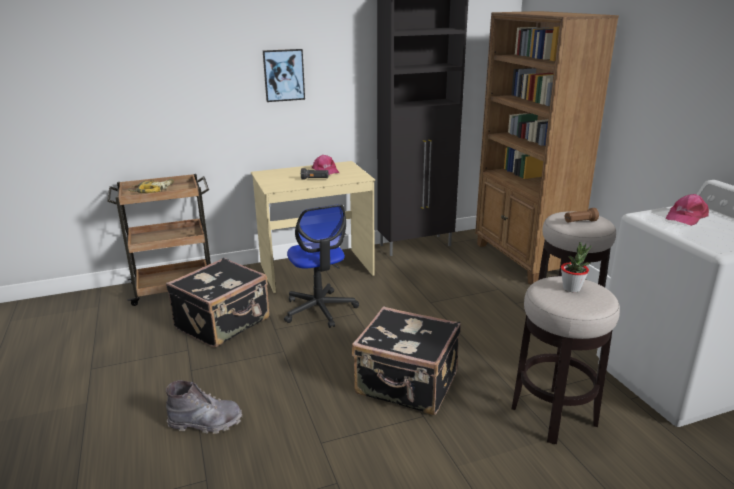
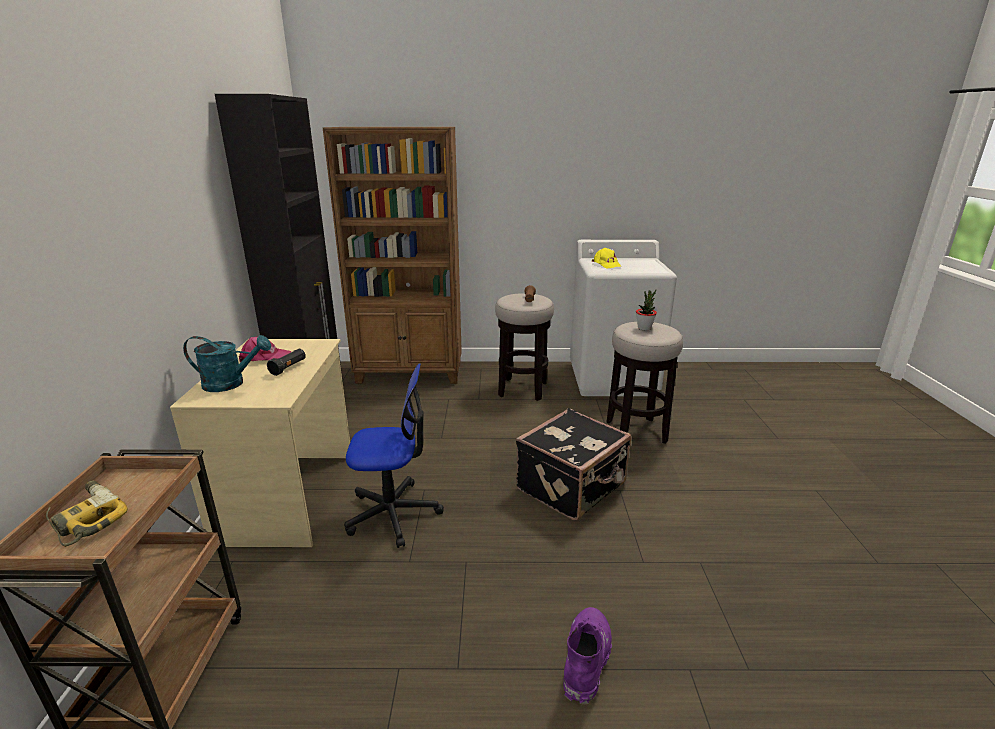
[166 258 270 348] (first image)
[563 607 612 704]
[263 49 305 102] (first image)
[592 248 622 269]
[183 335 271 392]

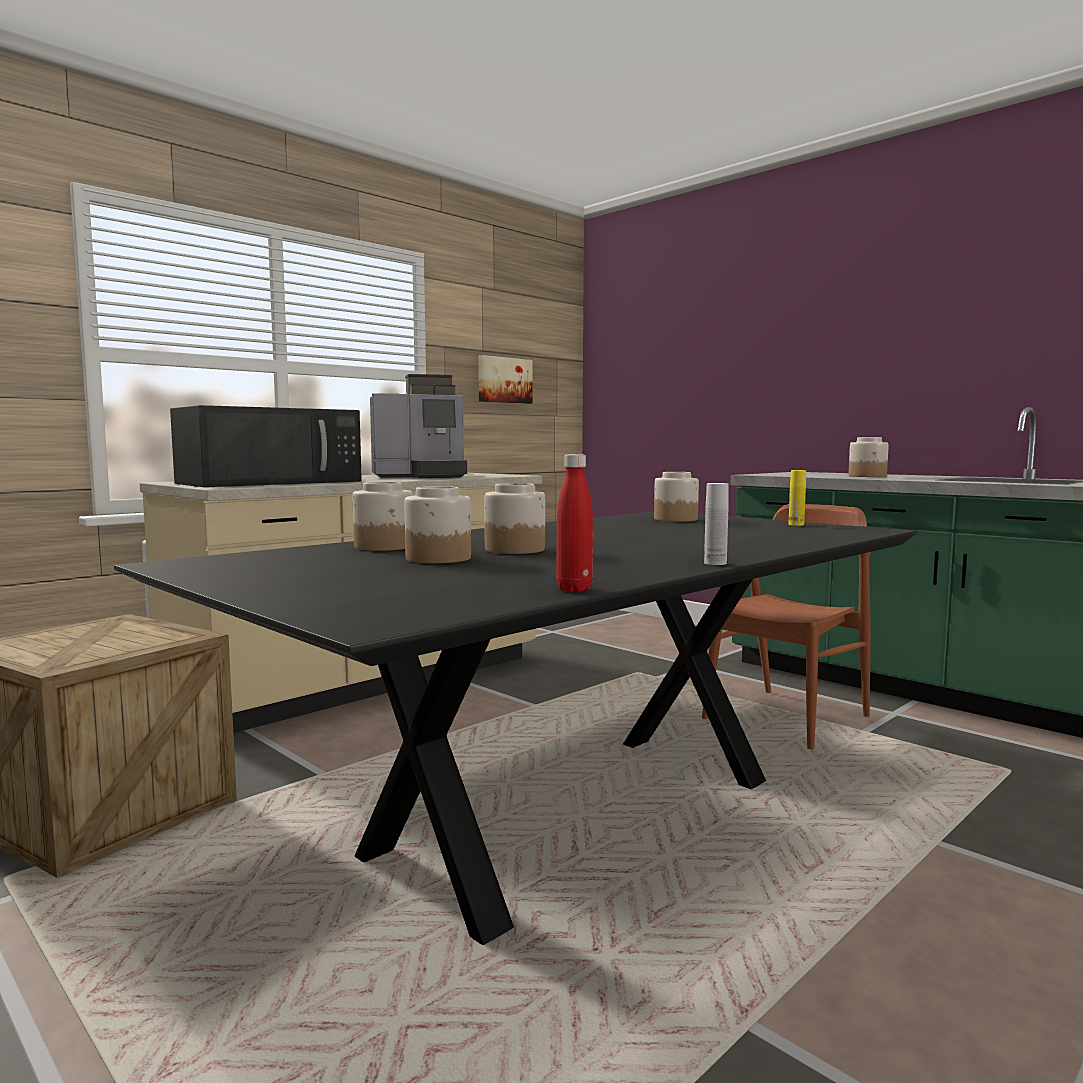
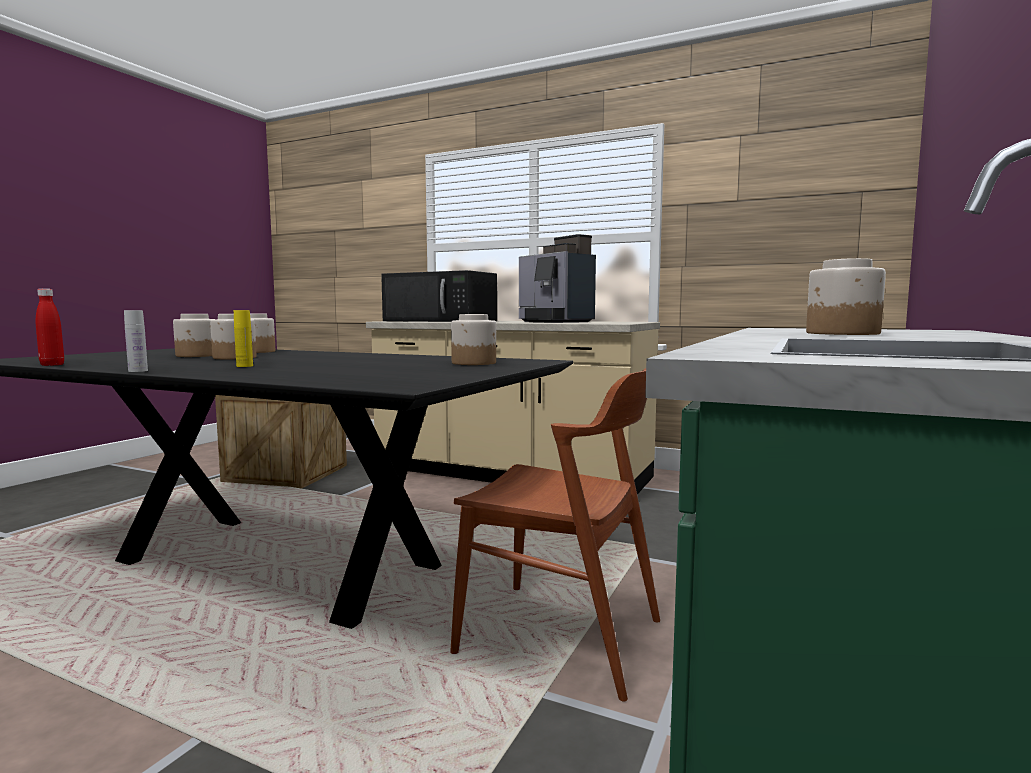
[478 355 532 404] (first image)
[234 310 253 367]

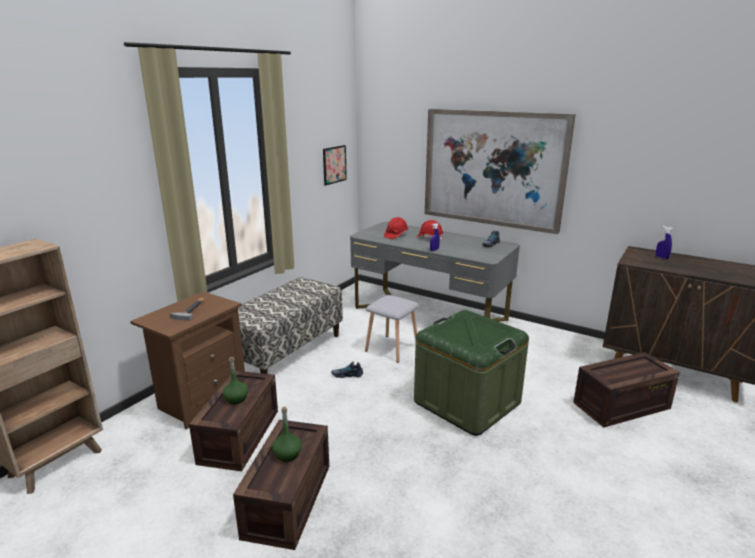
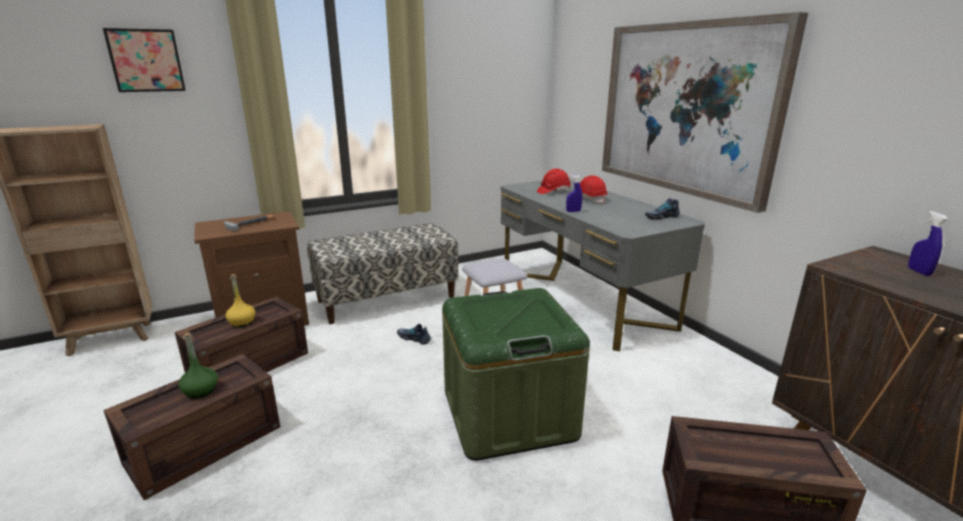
[225 274 255 327]
[103 28 186 92]

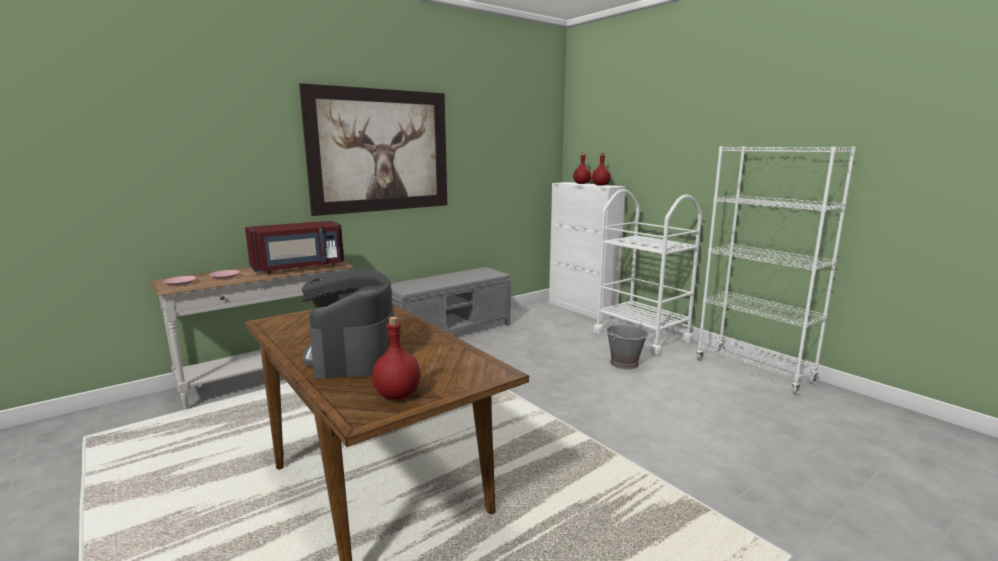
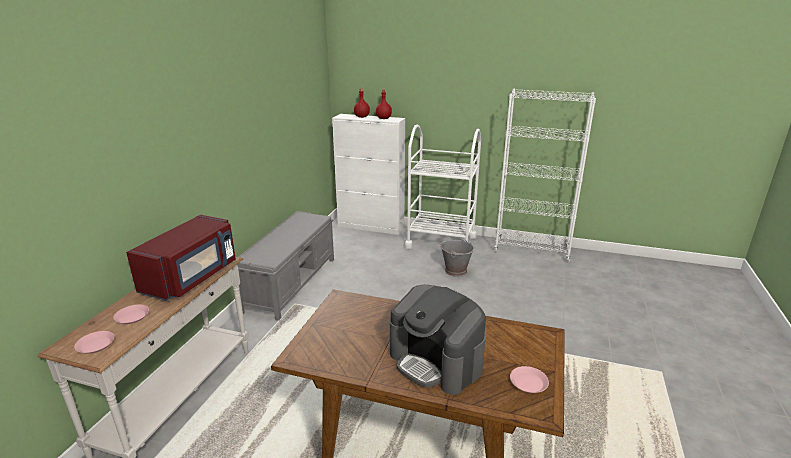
[299 83 447 216] (first image)
[510 366 549 393]

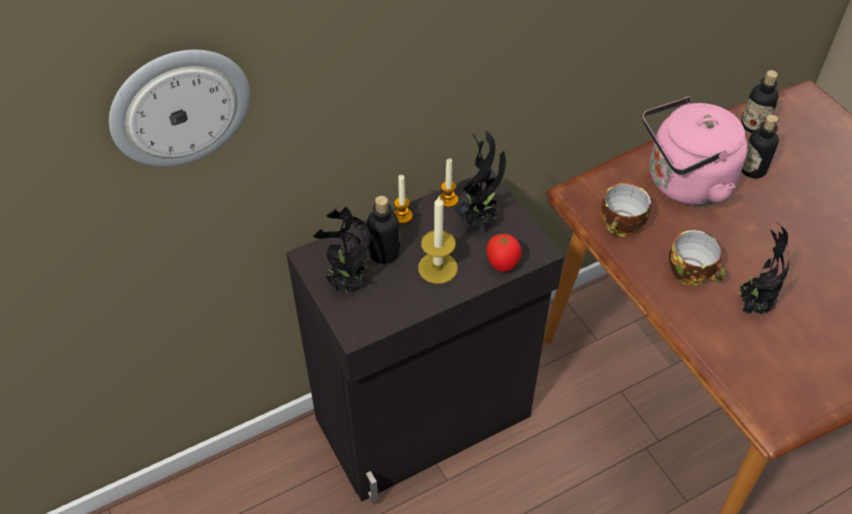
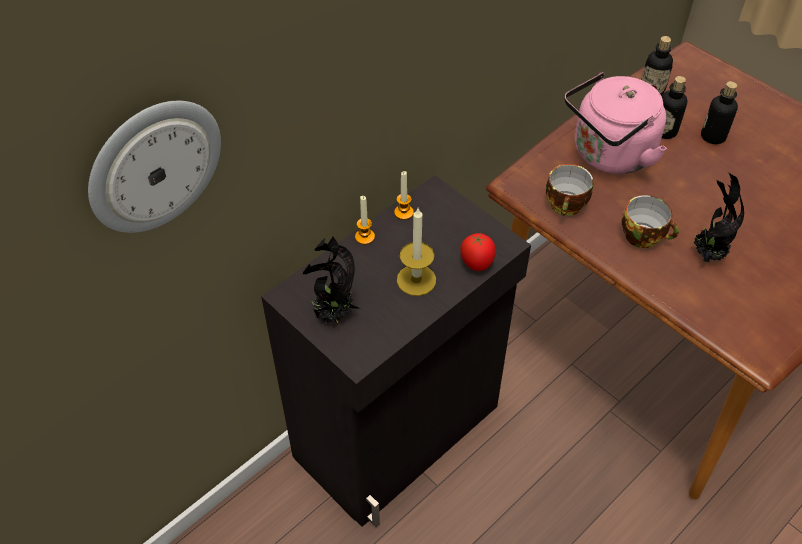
[701 81 738 144]
[454 131 506 230] (first image)

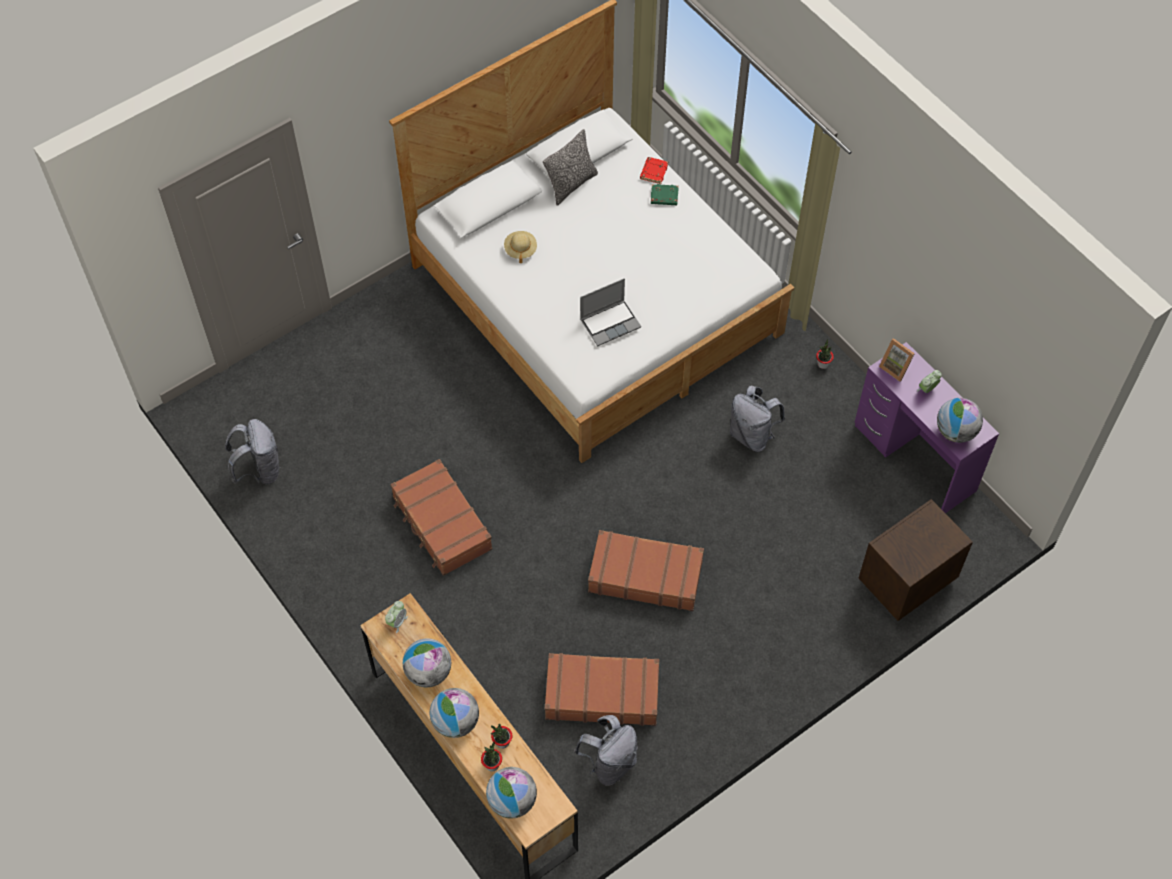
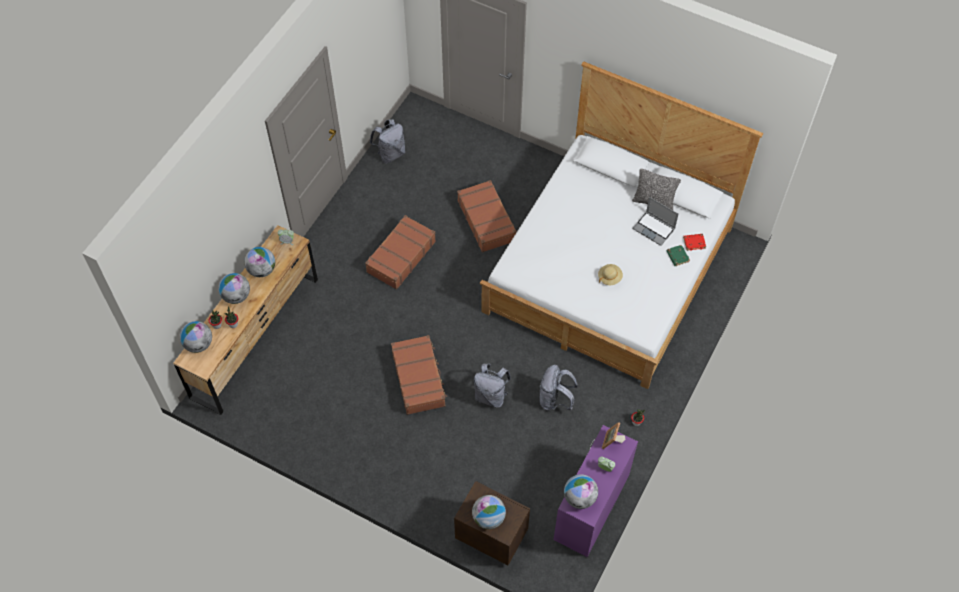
[598 264 623 285]
[457 180 517 253]
[474 364 511 408]
[632 197 679 246]
[472 495 506 529]

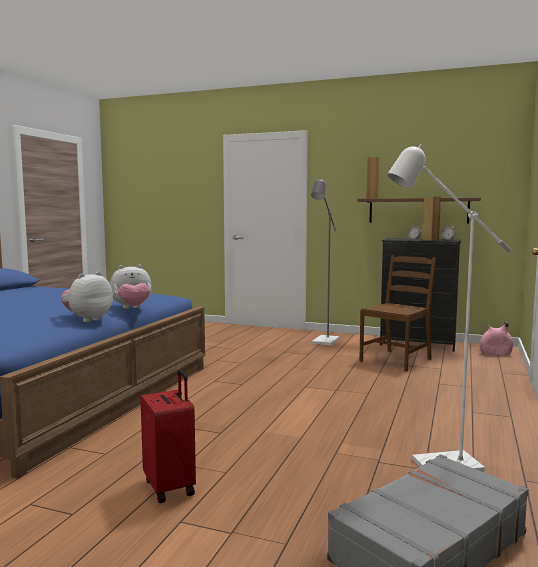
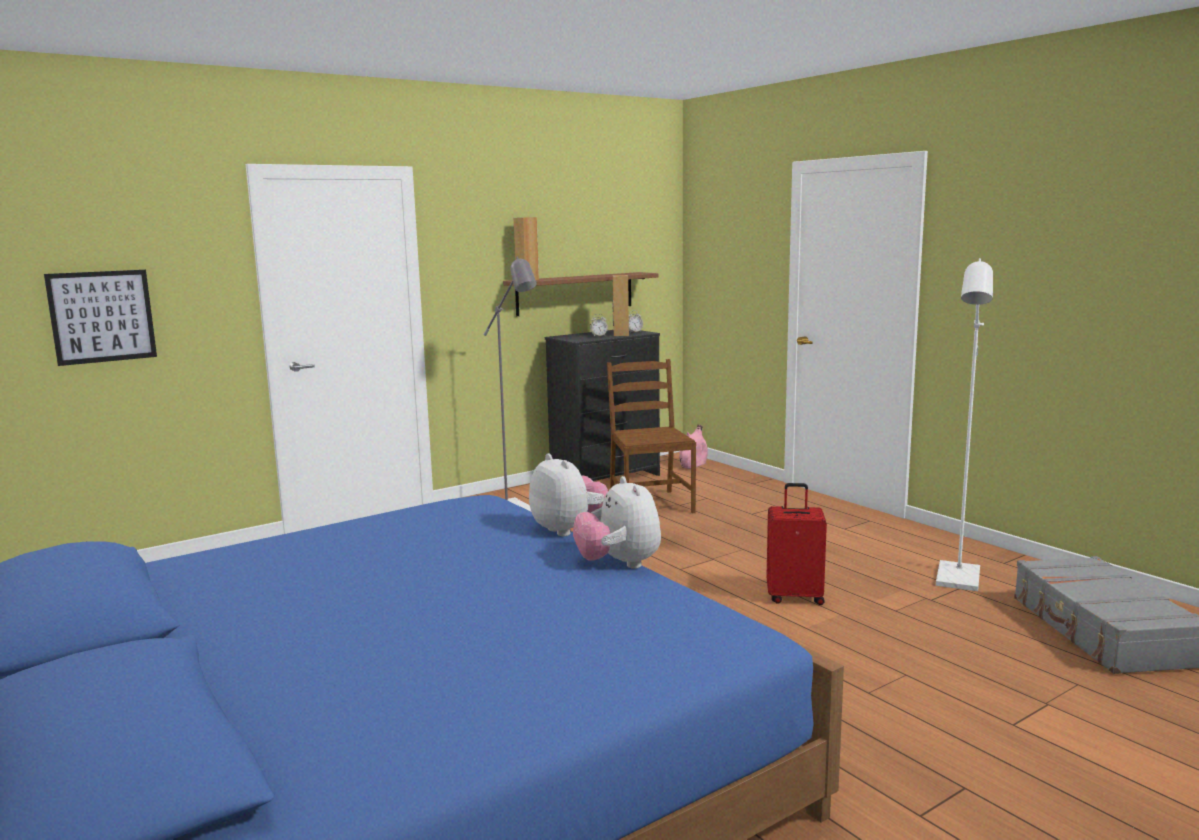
[529 453 608 536]
[767 483 827 605]
[44 270 157 366]

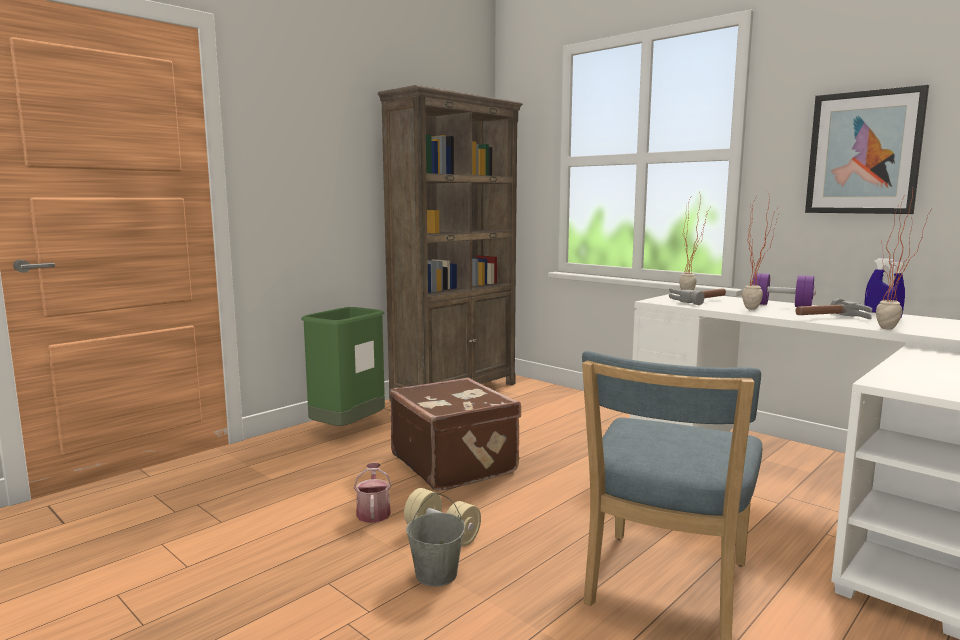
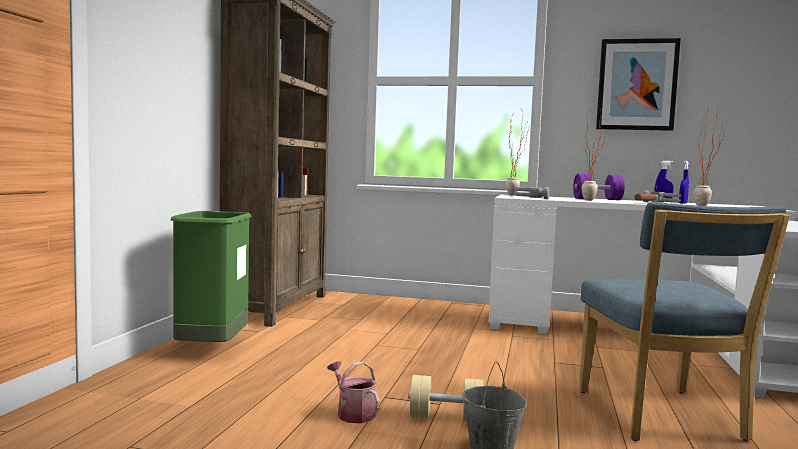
[390 378 521 491] (first image)

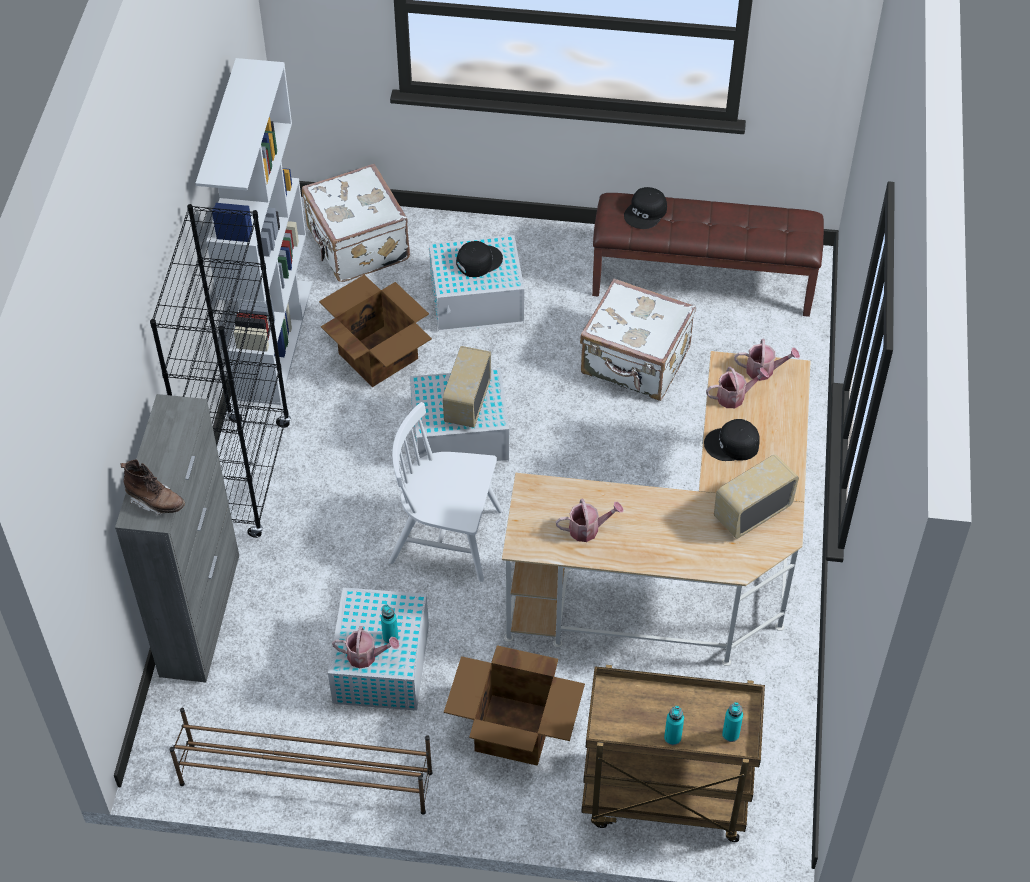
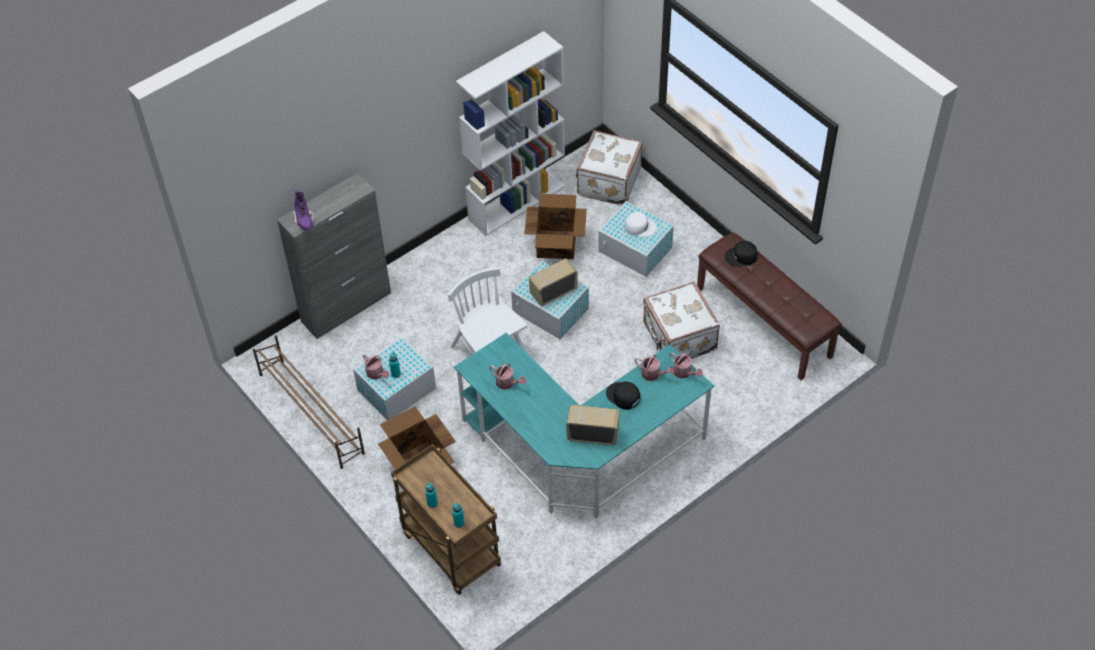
[292 190 314 230]
[150 204 291 538] (first image)
[625 212 656 237]
[454 333 714 521]

